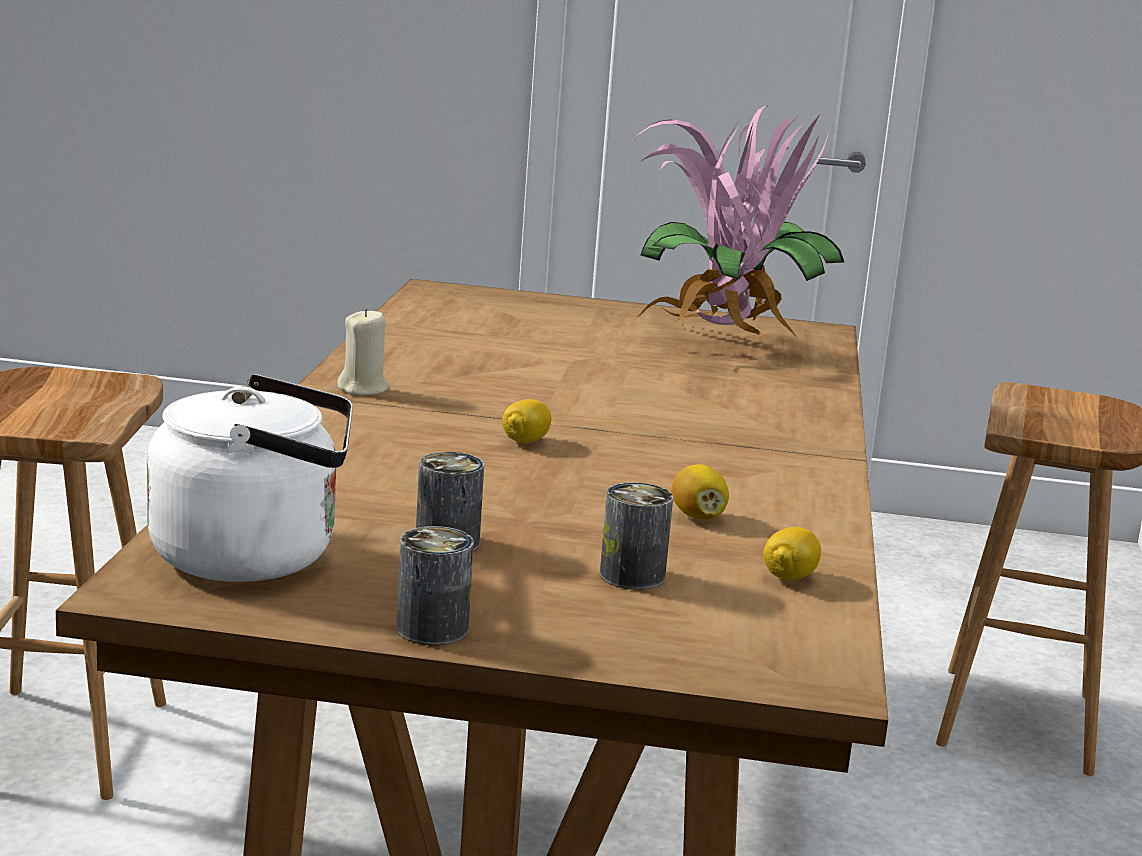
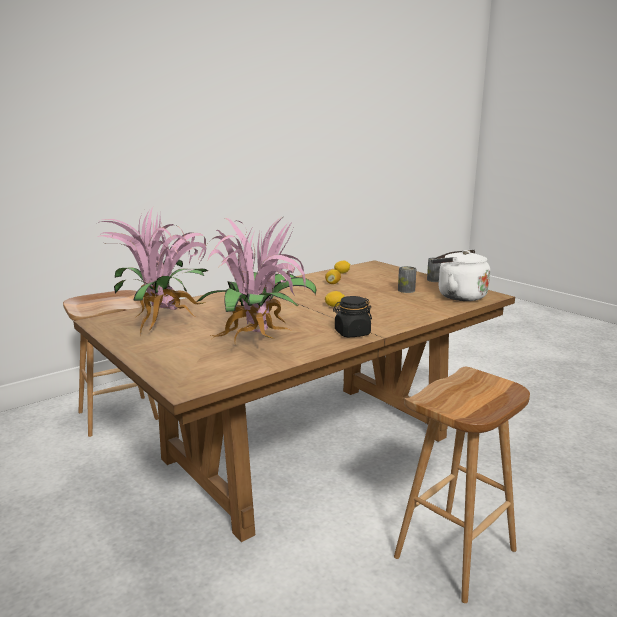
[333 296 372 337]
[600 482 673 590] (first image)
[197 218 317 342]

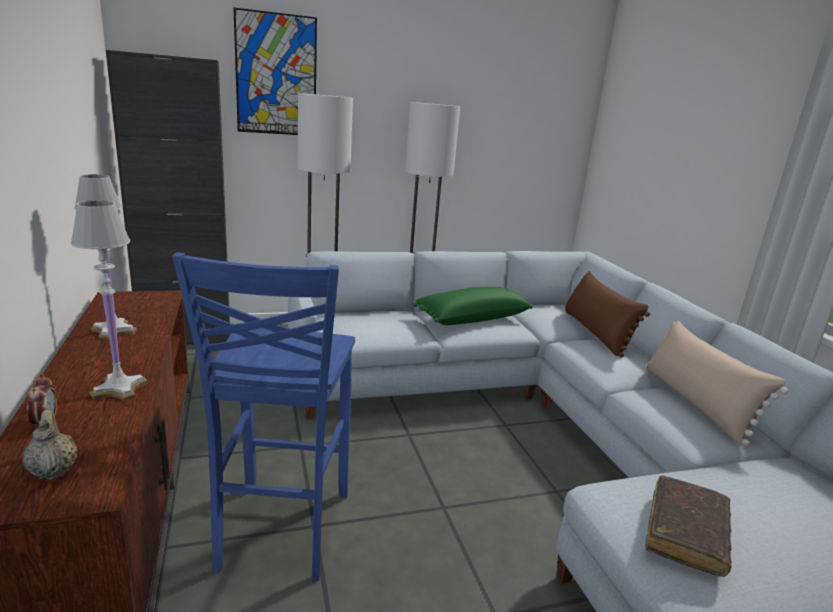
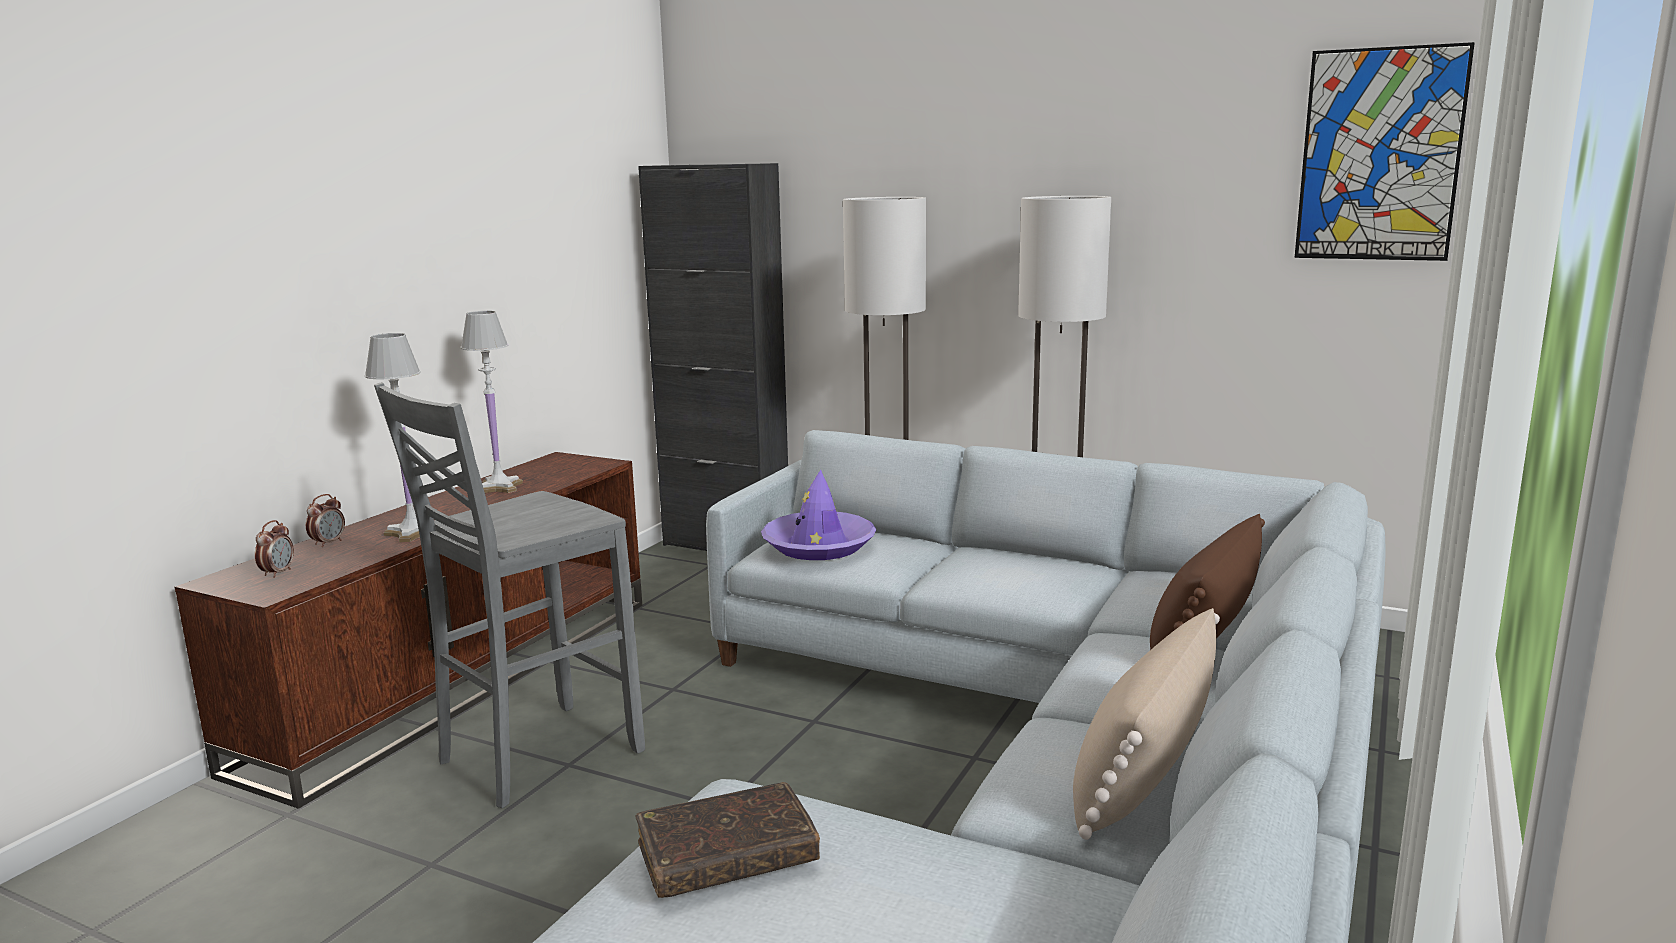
[255 520 294 578]
[374 382 645 808]
[1295 42 1475 261]
[413 287 533 325] (first image)
[761 470 876 560]

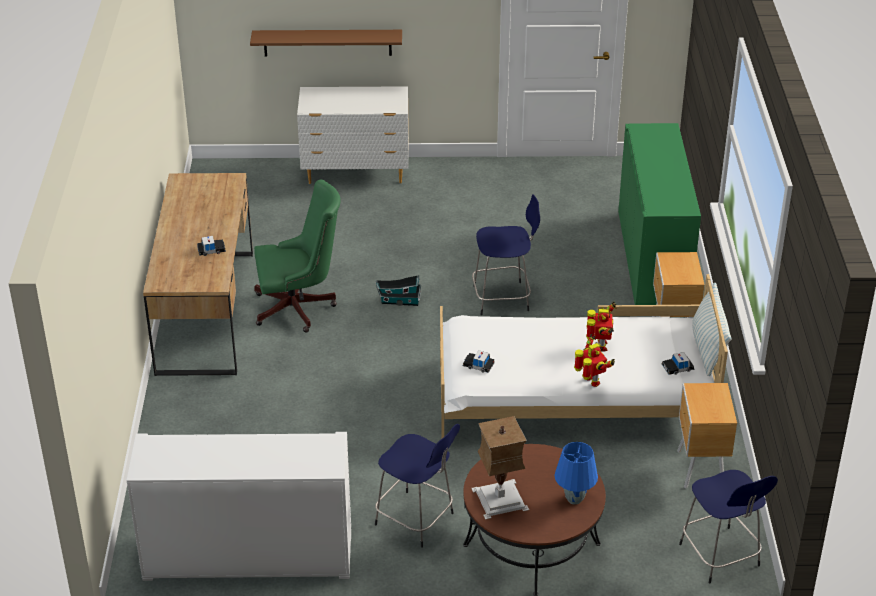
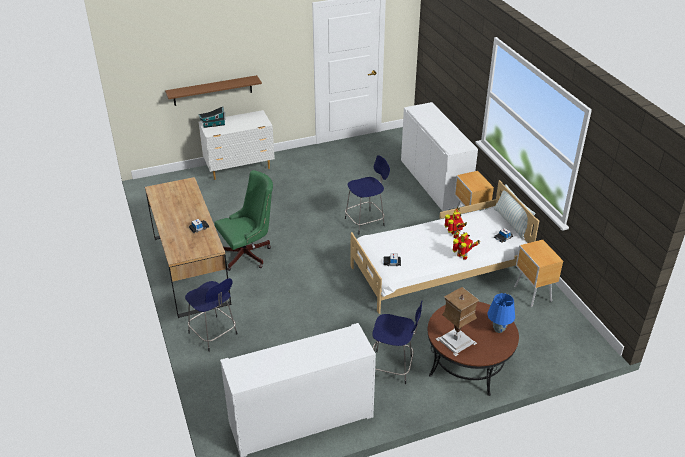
[199 107 225 128]
[401 102 478 211]
[185 278 238 352]

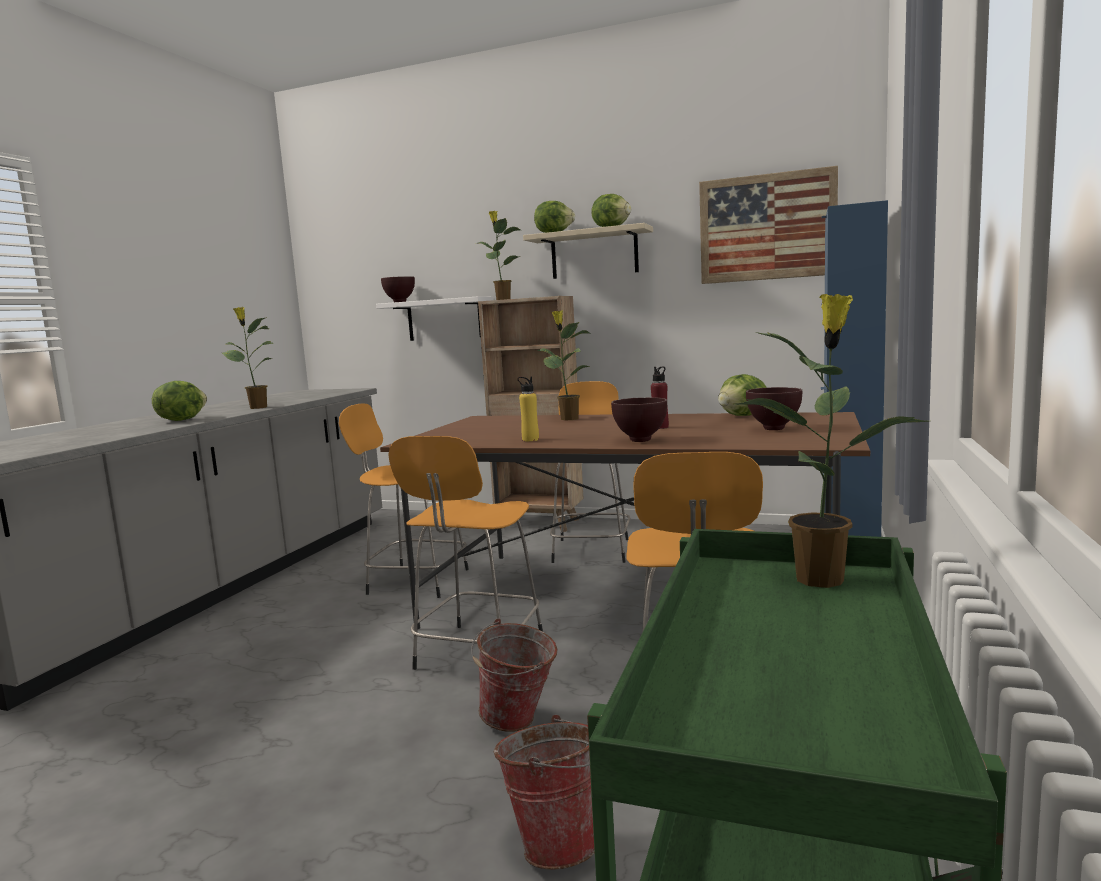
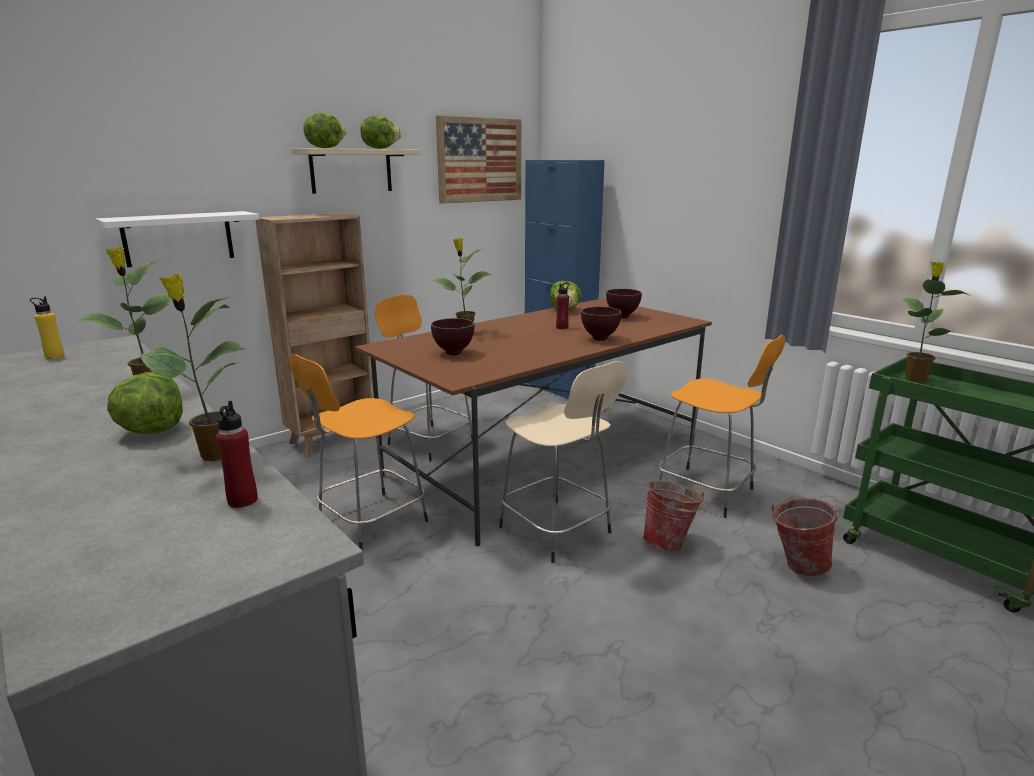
[431 318 474 355]
[499 361 628 563]
[140 274 246 461]
[30 296 65 359]
[216 401 258 508]

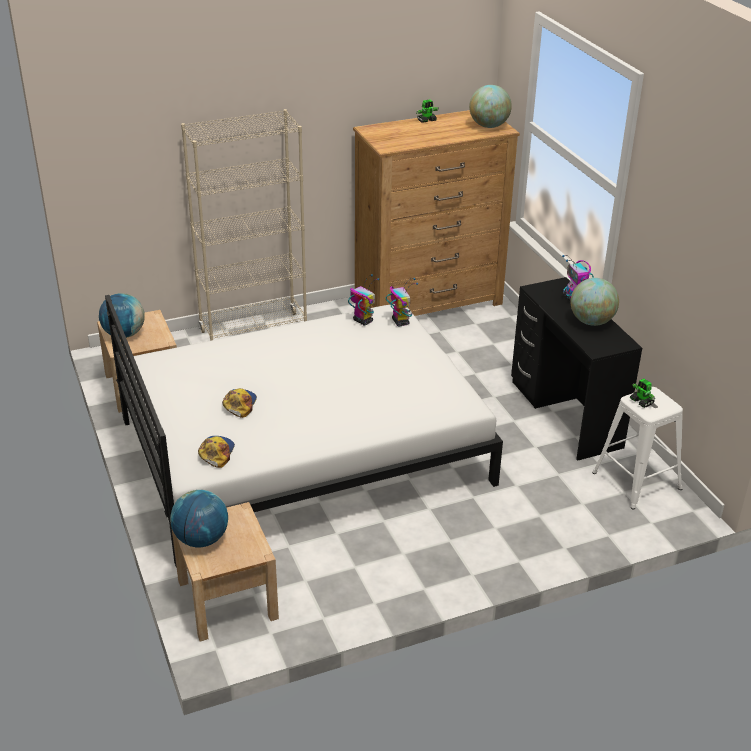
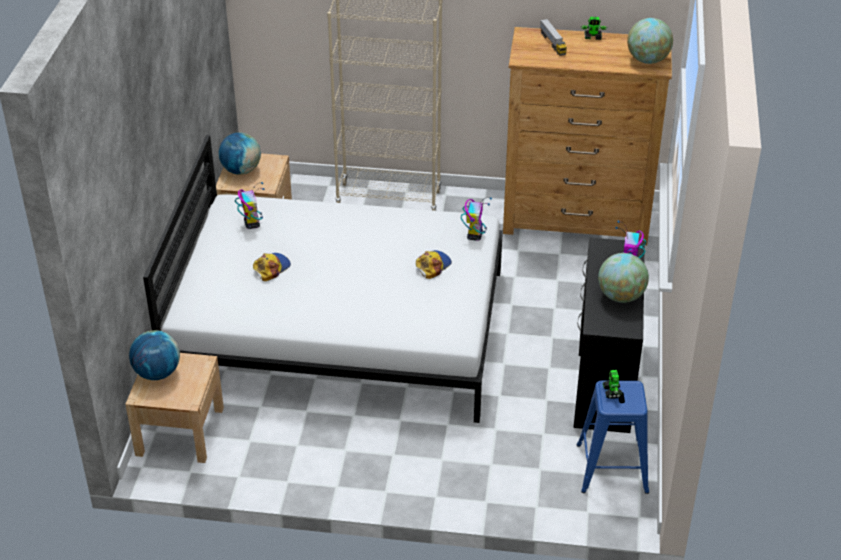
[416 250 452 279]
[235 182 264 229]
[577 381 649 494]
[540 19 567 56]

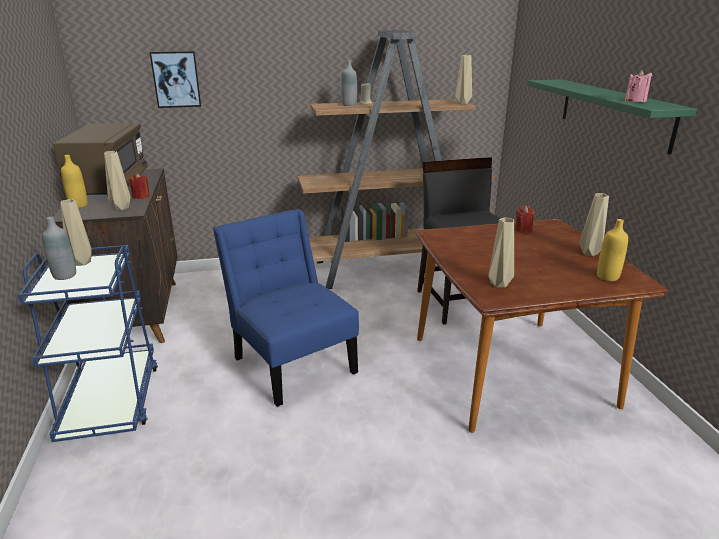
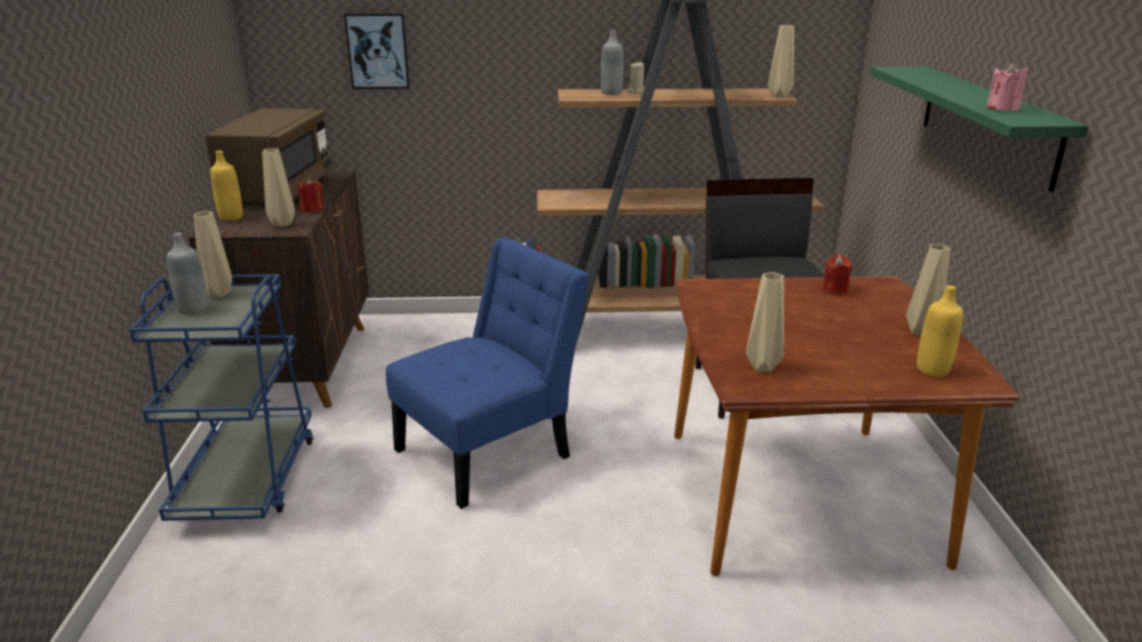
[386 238 589 509]

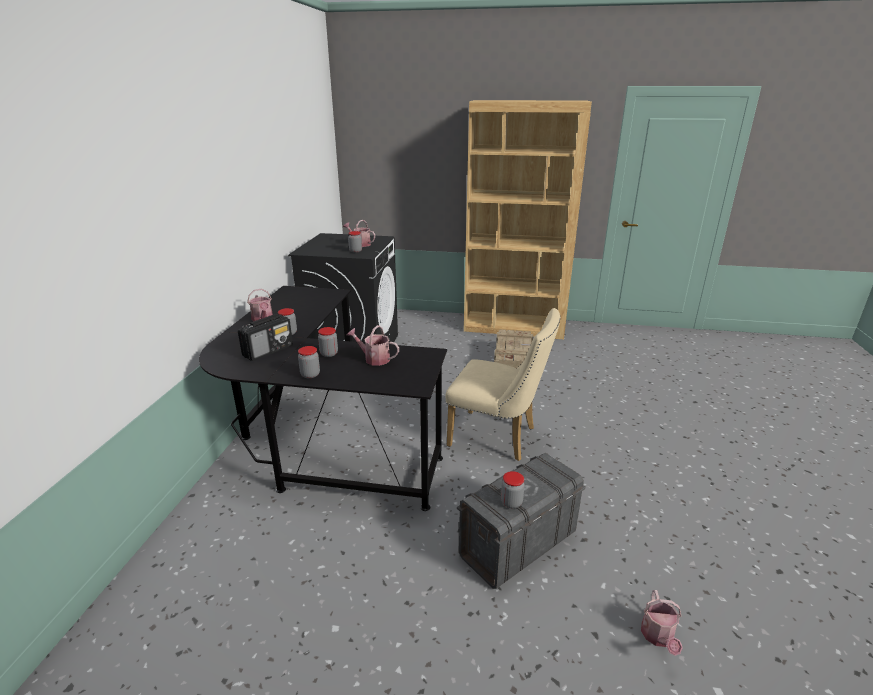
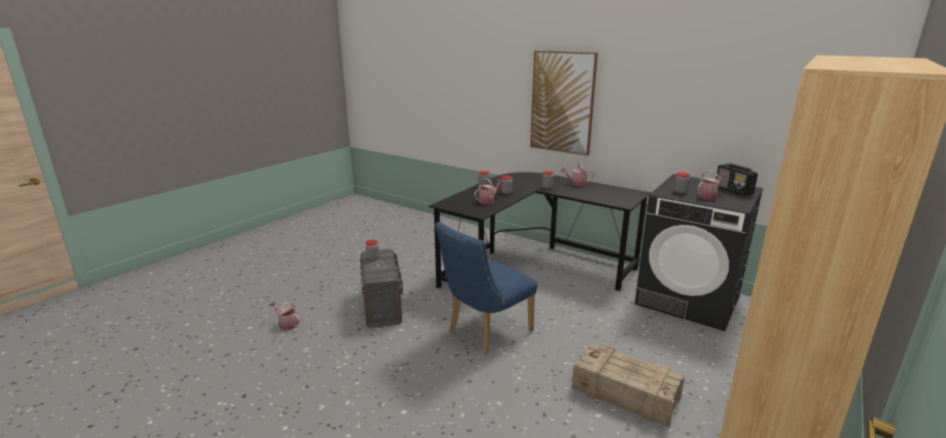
[716 163 758 196]
[435 222 537 355]
[530 51 598 156]

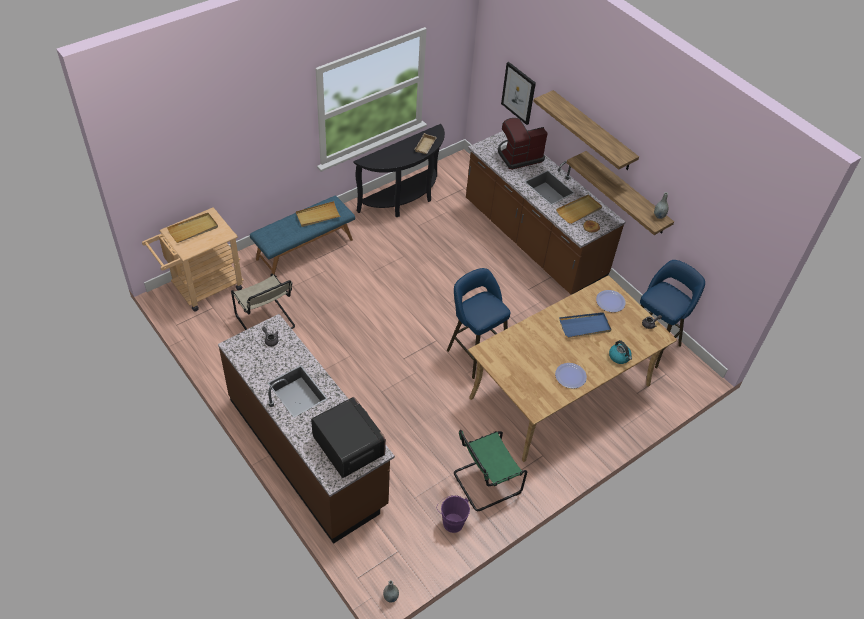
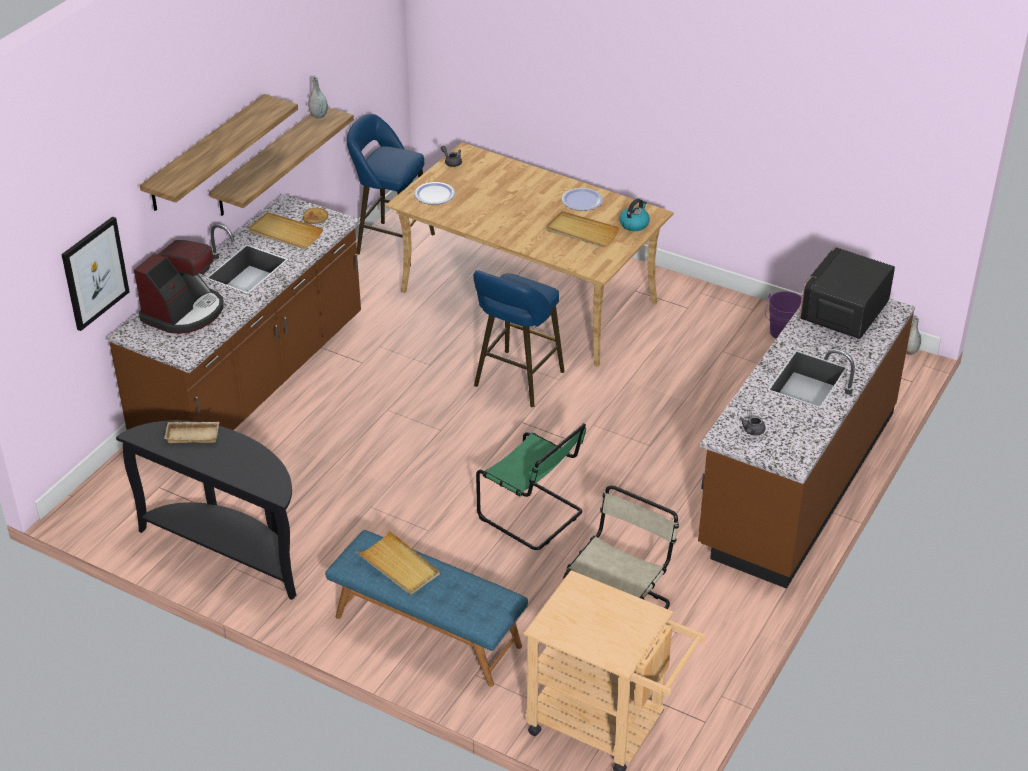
[546 211 620 247]
[476 423 586 550]
[134 240 224 334]
[560 312 612 338] (first image)
[619 199 650 231]

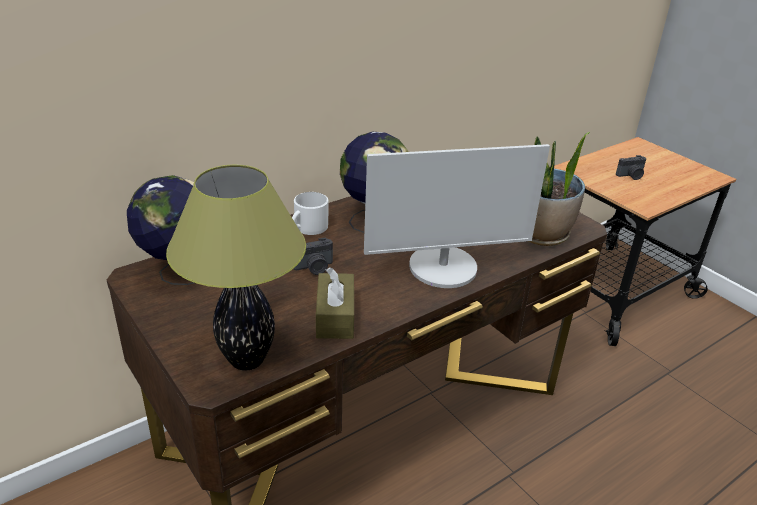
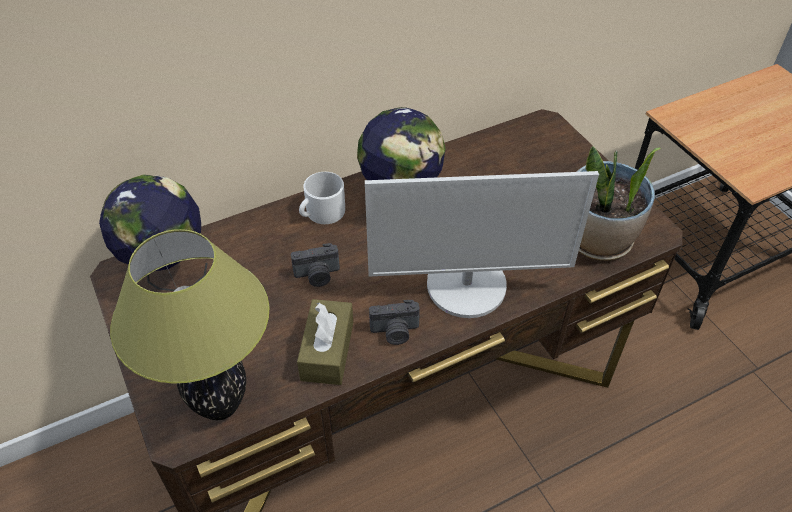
[369 300 420 345]

